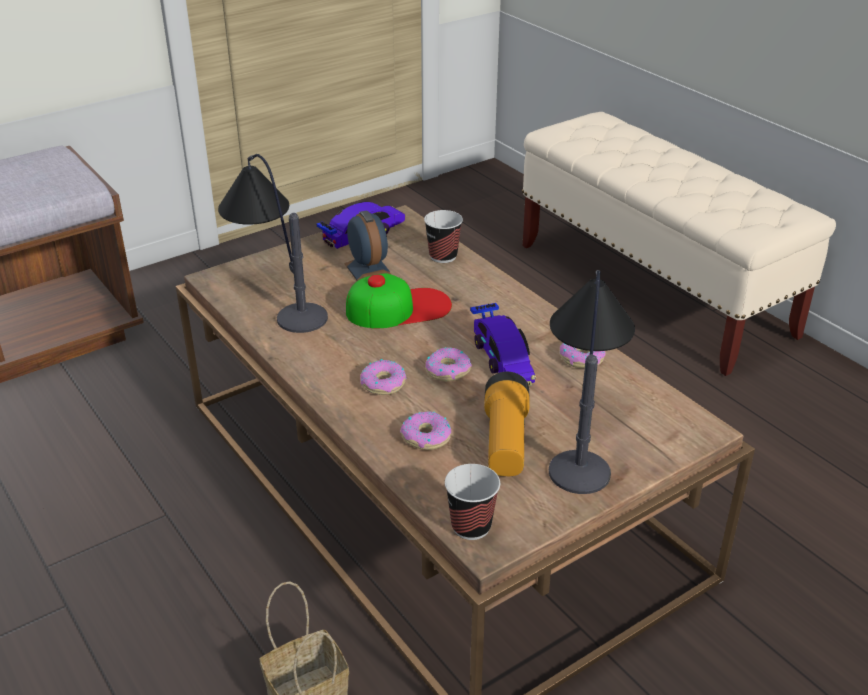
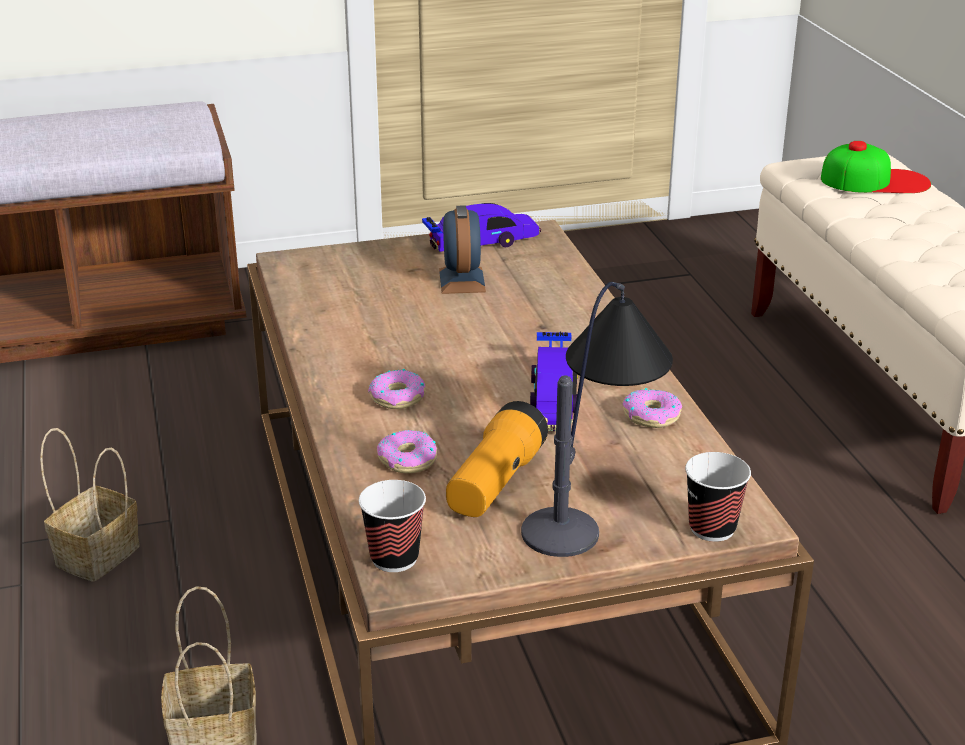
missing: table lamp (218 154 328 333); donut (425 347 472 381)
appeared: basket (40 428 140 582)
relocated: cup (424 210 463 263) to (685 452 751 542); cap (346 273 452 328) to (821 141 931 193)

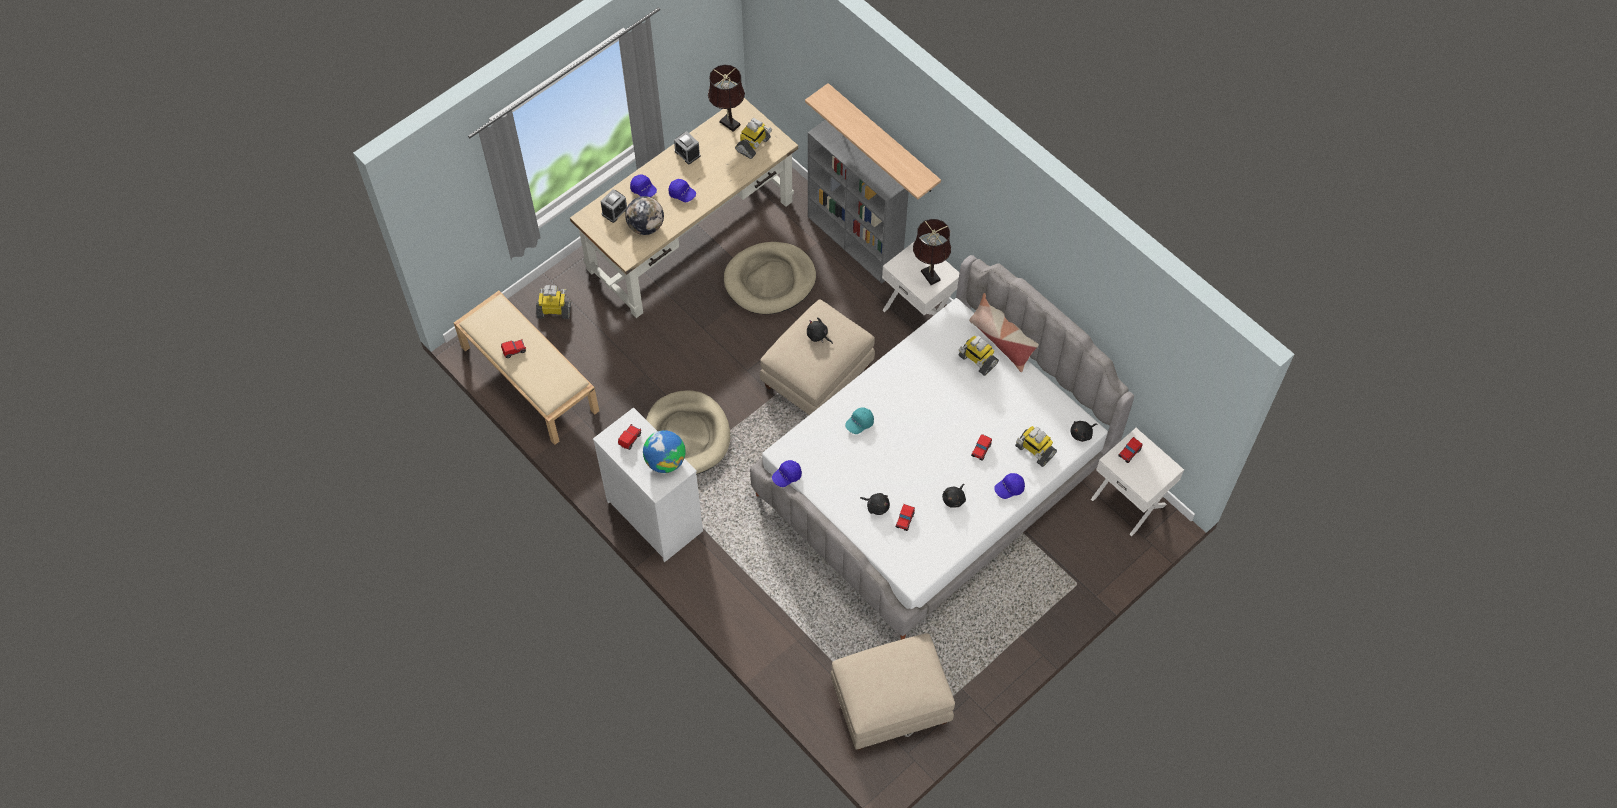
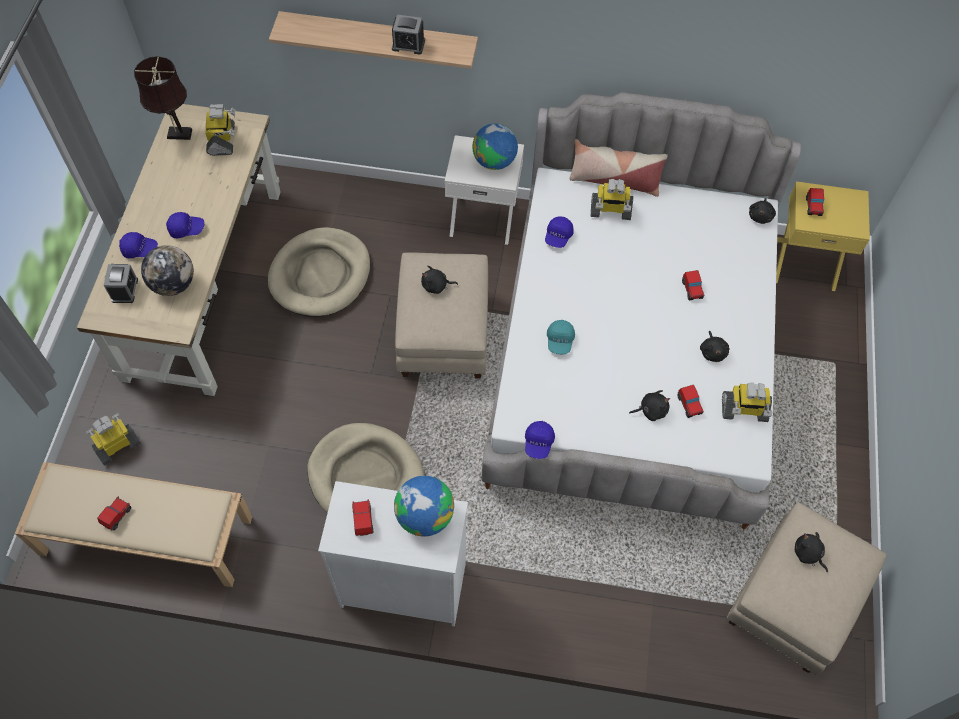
missing: grey bookcase (808 120 909 283)
appeared: black plush toy (795 532 828 572)
relocated: alarm clock (674 131 701 164) to (392 15 425 55); toy robot (1015 426 1057 467) to (722 383 772 422); blue cap (994 473 1025 499) to (545 217 574 248)
exchanged: brown table lamp (913 219 951 285) to globe (472 123 518 170)
colour: white nightstand (1091 428 1184 536) to yellow nightstand (776 181 870 291)

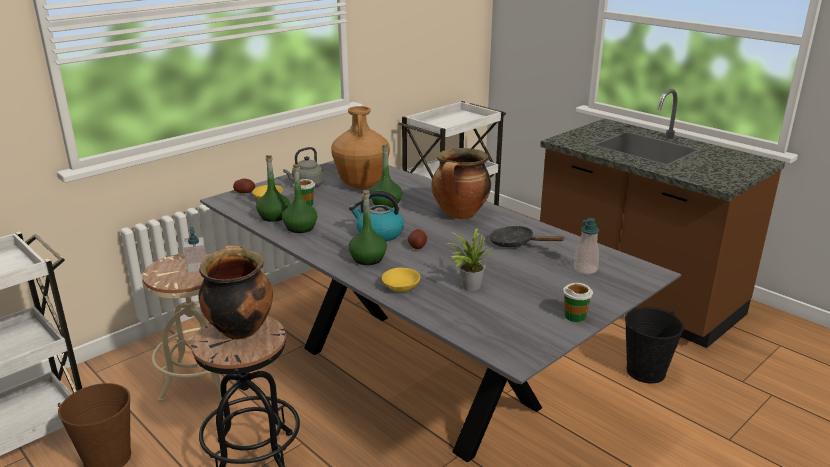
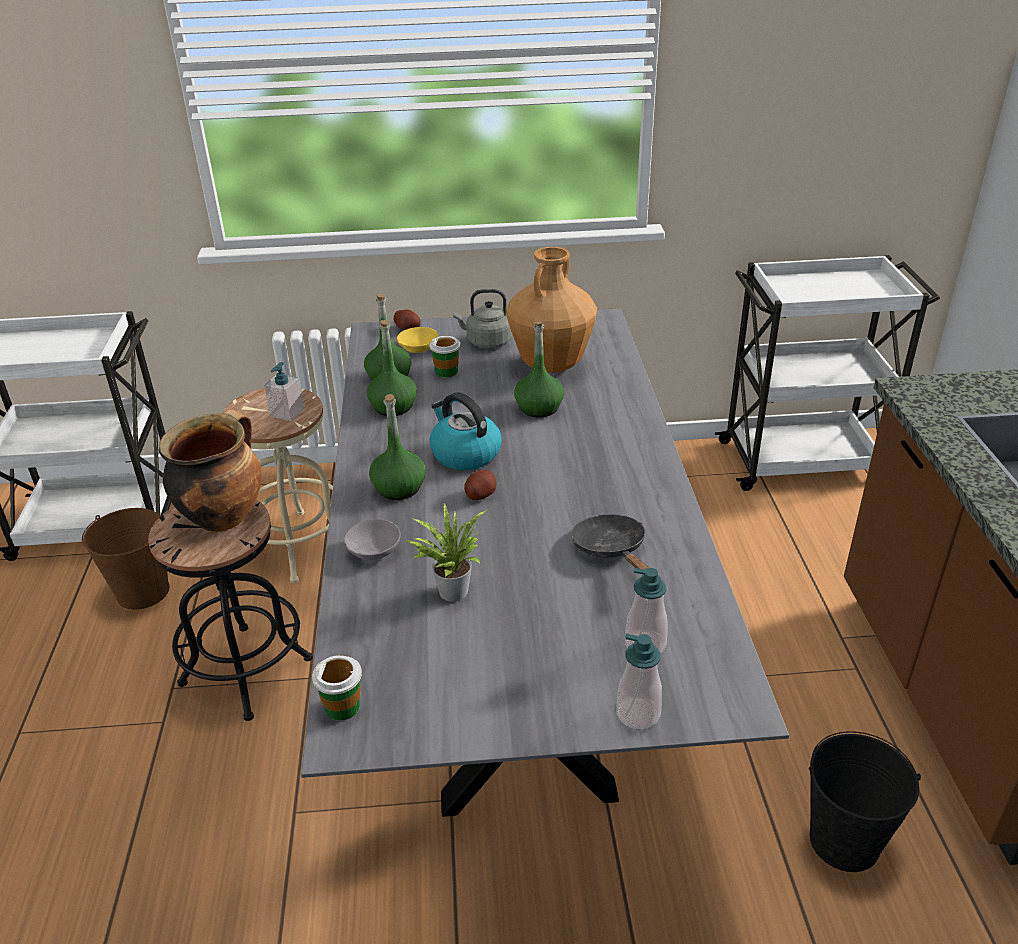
missing: cooking pot (432 148 491 219)
appeared: soap dispenser (616 634 662 729)
relocated: cup (563 283 593 322) to (312 655 362 721)
colour: yellow bowl (382 268 420 292) to grey bowl (344 519 401 560)

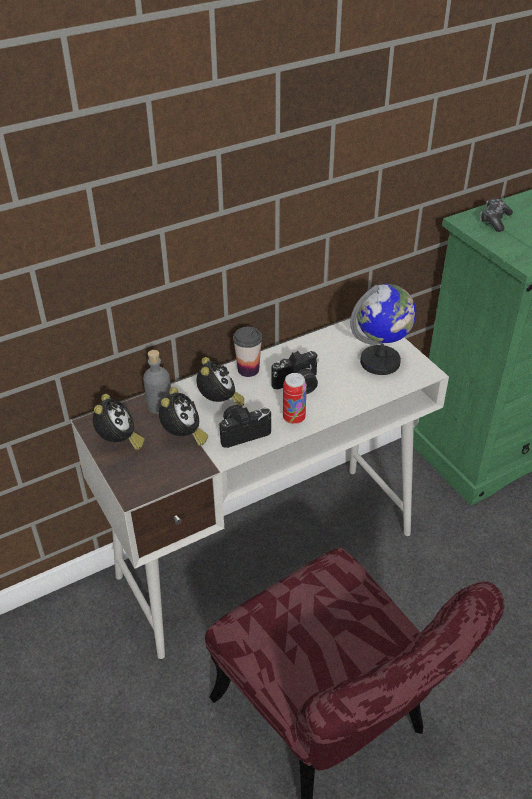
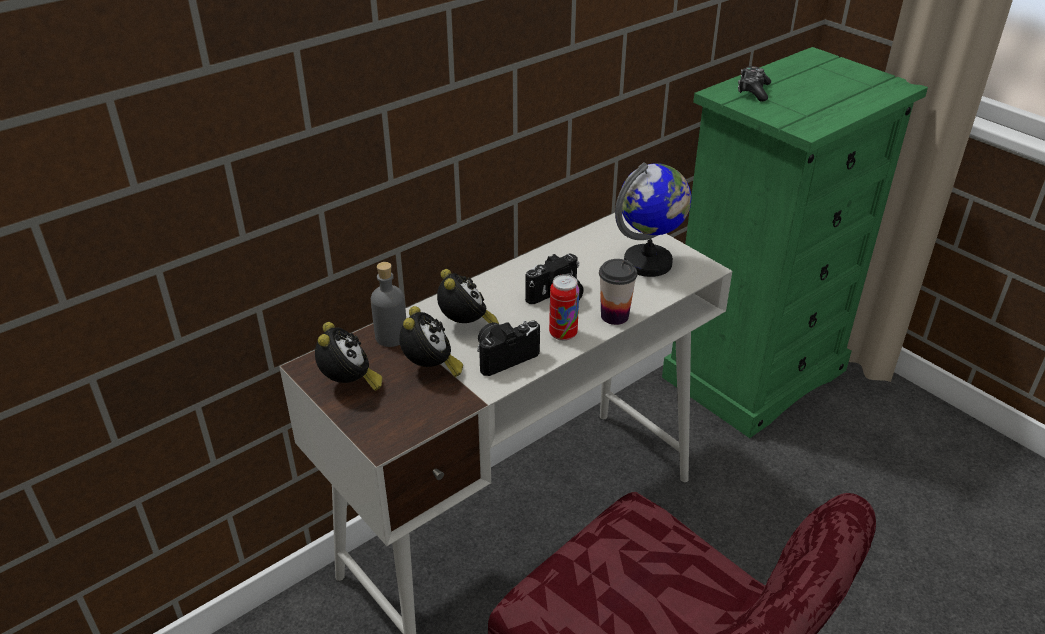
relocated: cup (233 327 262 377) to (599 259 637 325)

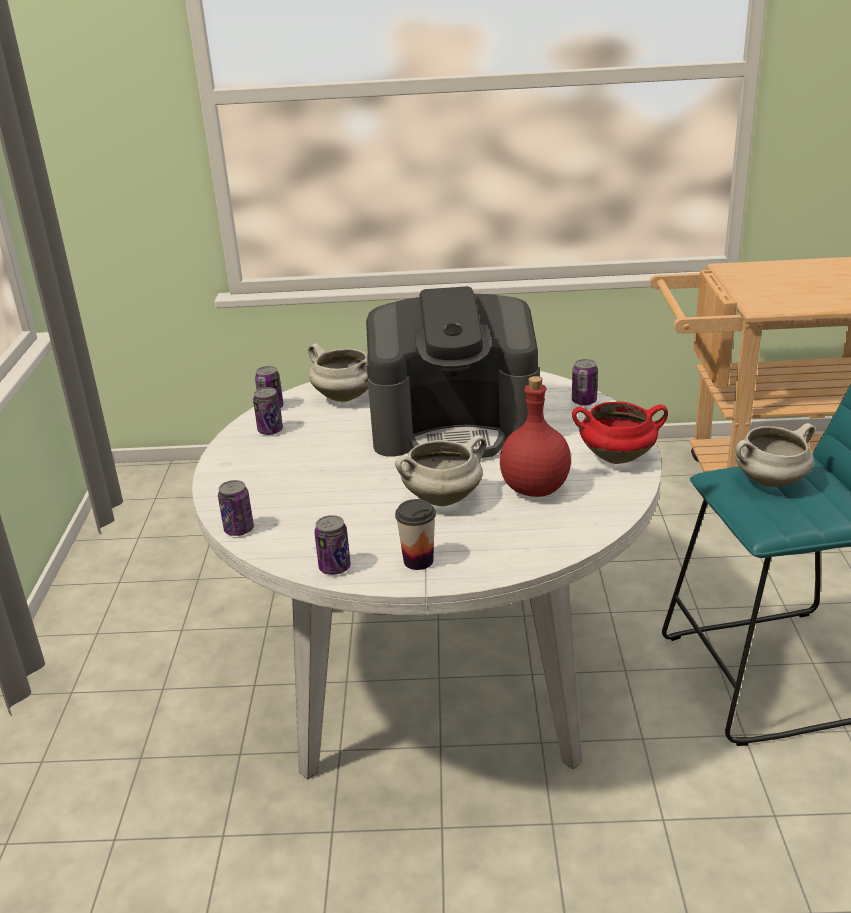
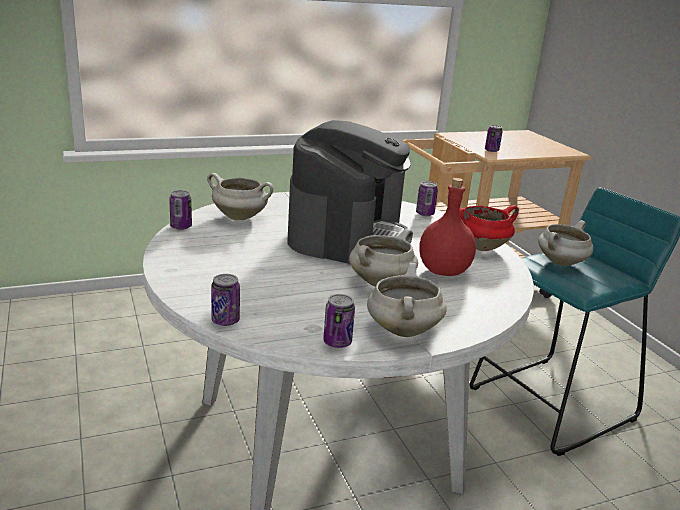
relocated: can (253 387 283 435) to (485 125 503 152)
exchanged: cup (395 499 436 570) to white cooking pot (367 263 447 337)
spun: coffee machine (366 286 540 458) = (287 120 411 265) 45 degrees counterclockwise

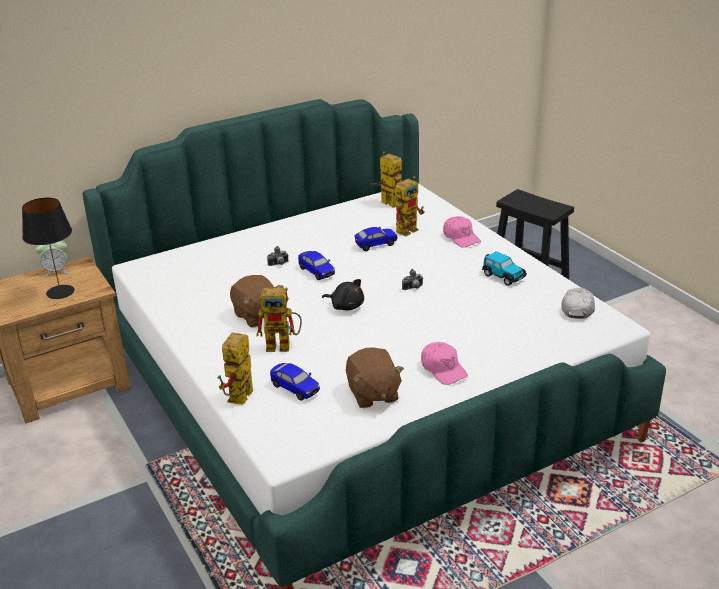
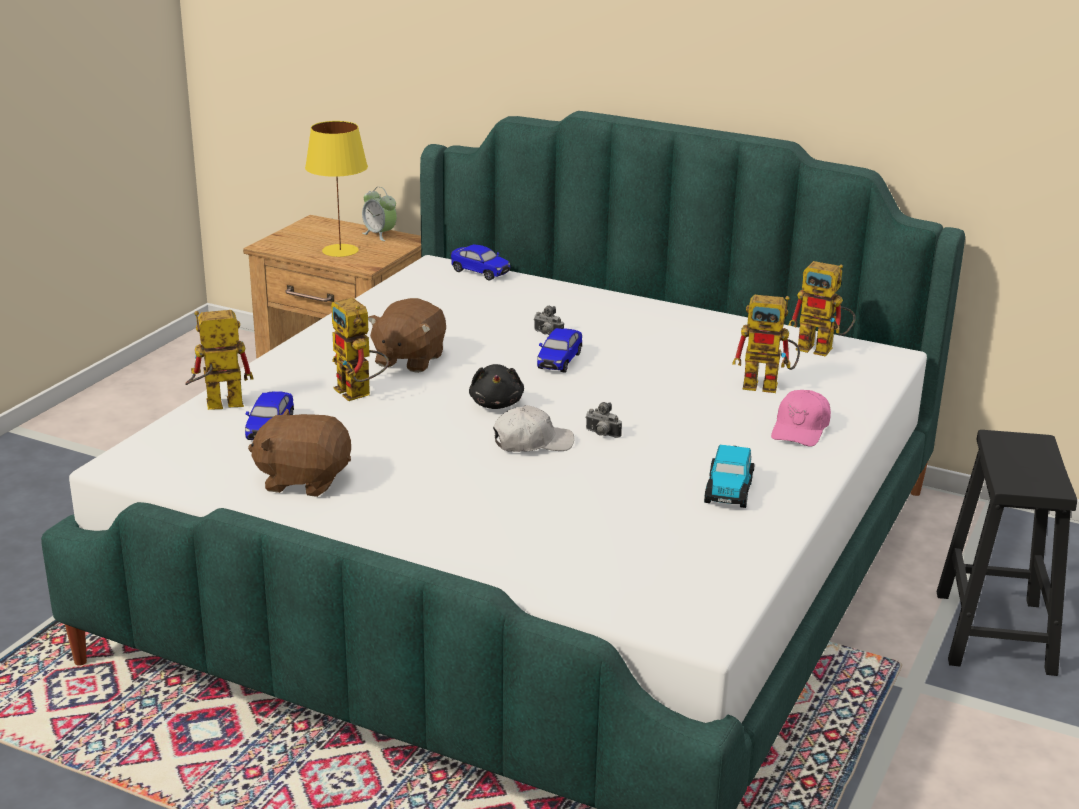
missing: pink cap (421 342 468 385)
relocated: toy car (355 227 398 251) to (451 244 511 281); white cap (561 287 595 319) to (493 405 574 452)
colour: black table lamp (22 198 75 299) to yellow table lamp (305 121 368 257)
spun: toy robot (370 151 402 208) = (788 261 856 357) 105 degrees clockwise; brown plush toy (346 347 404 408) = (248 409 351 497) 60 degrees clockwise

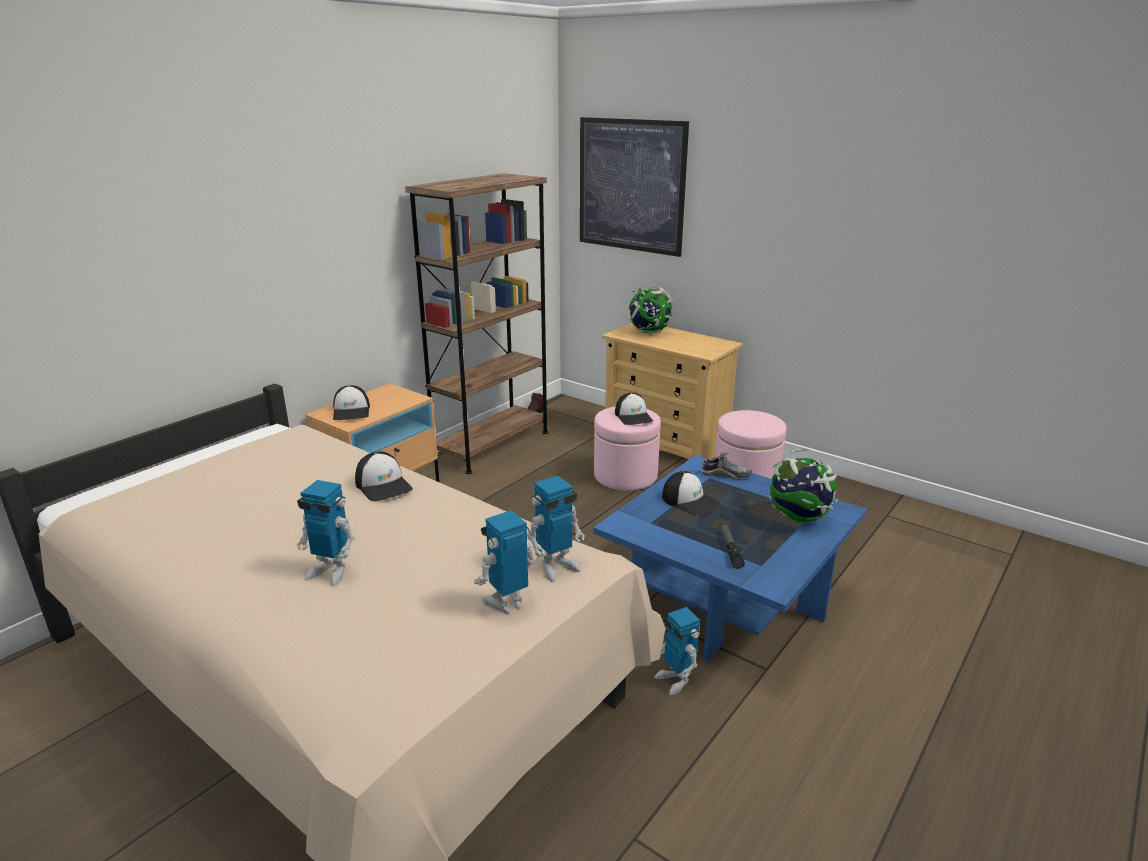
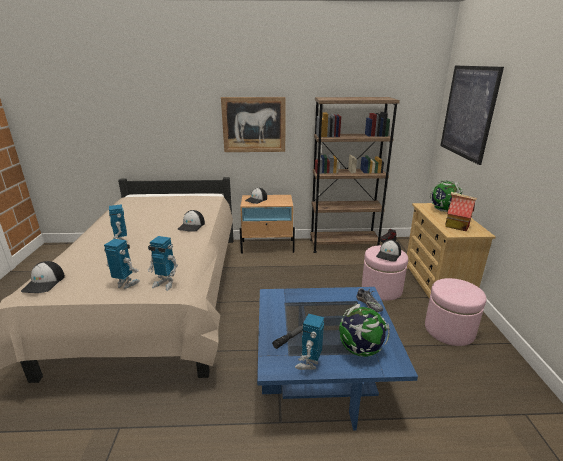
appeared: picture (221 97 286 152); toy house (445 192 477 231)
relocated: cap (662 471 721 515) to (21 261 65 293); toy robot (654 607 700 695) to (295 314 324 370)

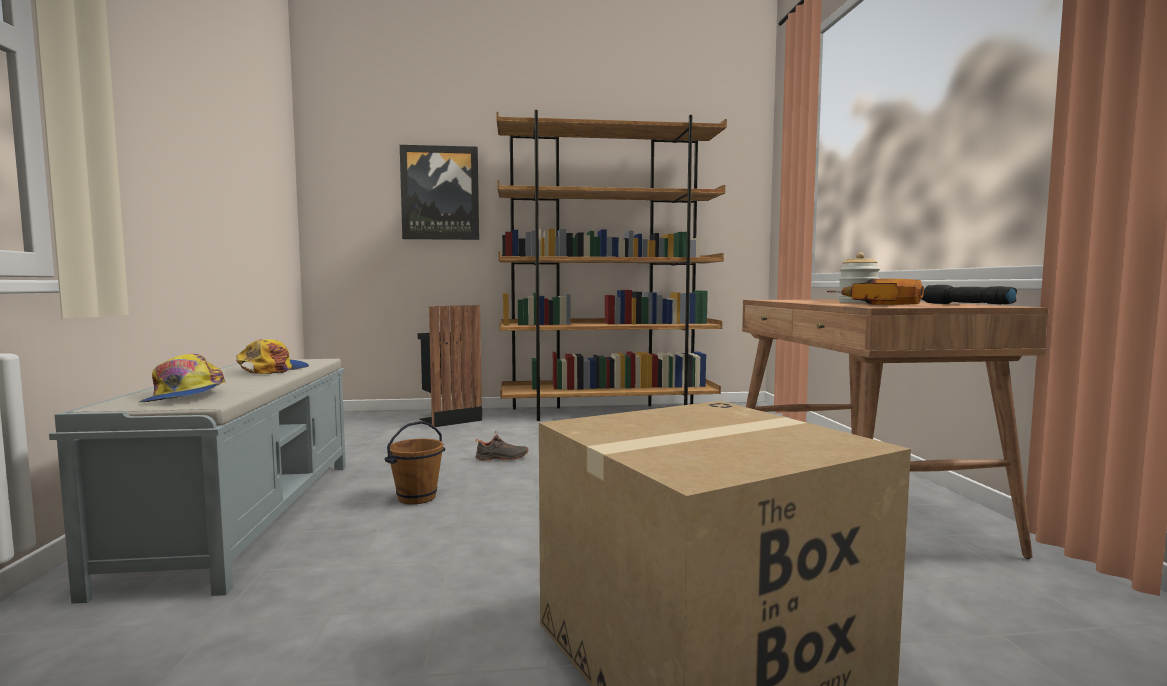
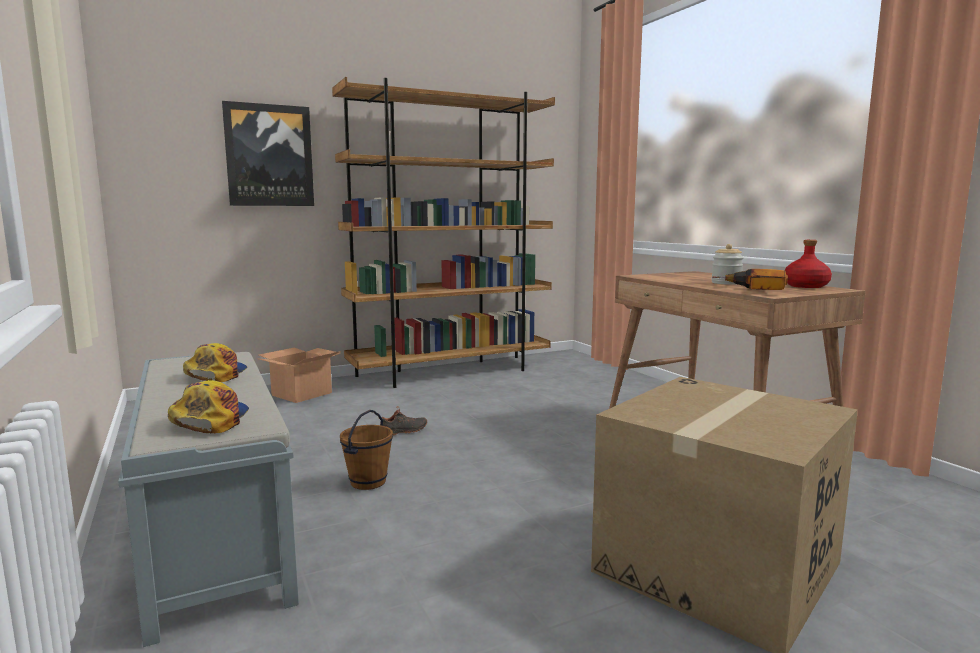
exchanged: black flashlight (921 285 1017 304) to red bottle (785 240 832 288); black trash can (417 305 482 427) to cardboard box (256 348 341 403)
spun: cap (139 354 226 402) = (168 380 249 433) 150 degrees counterclockwise

